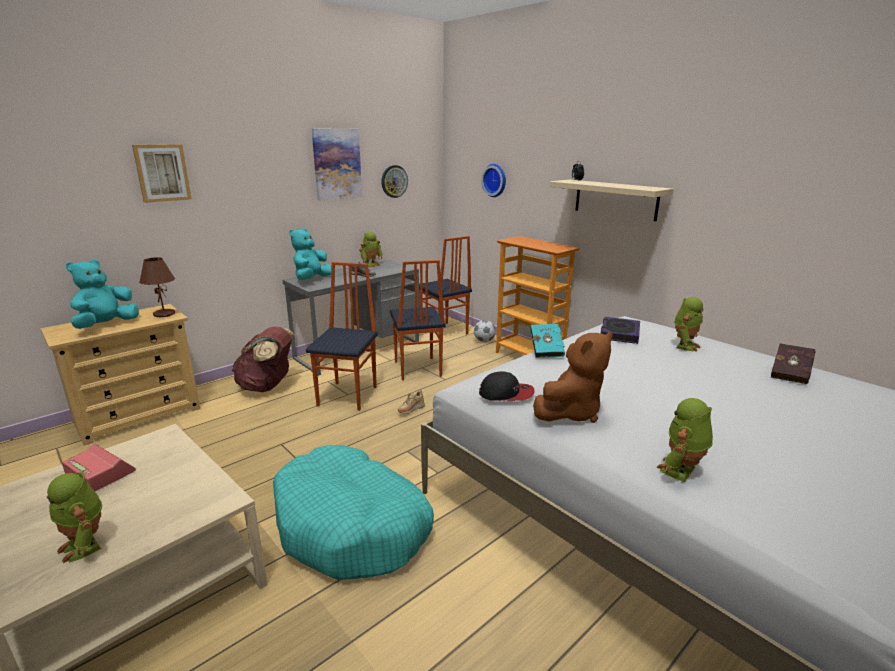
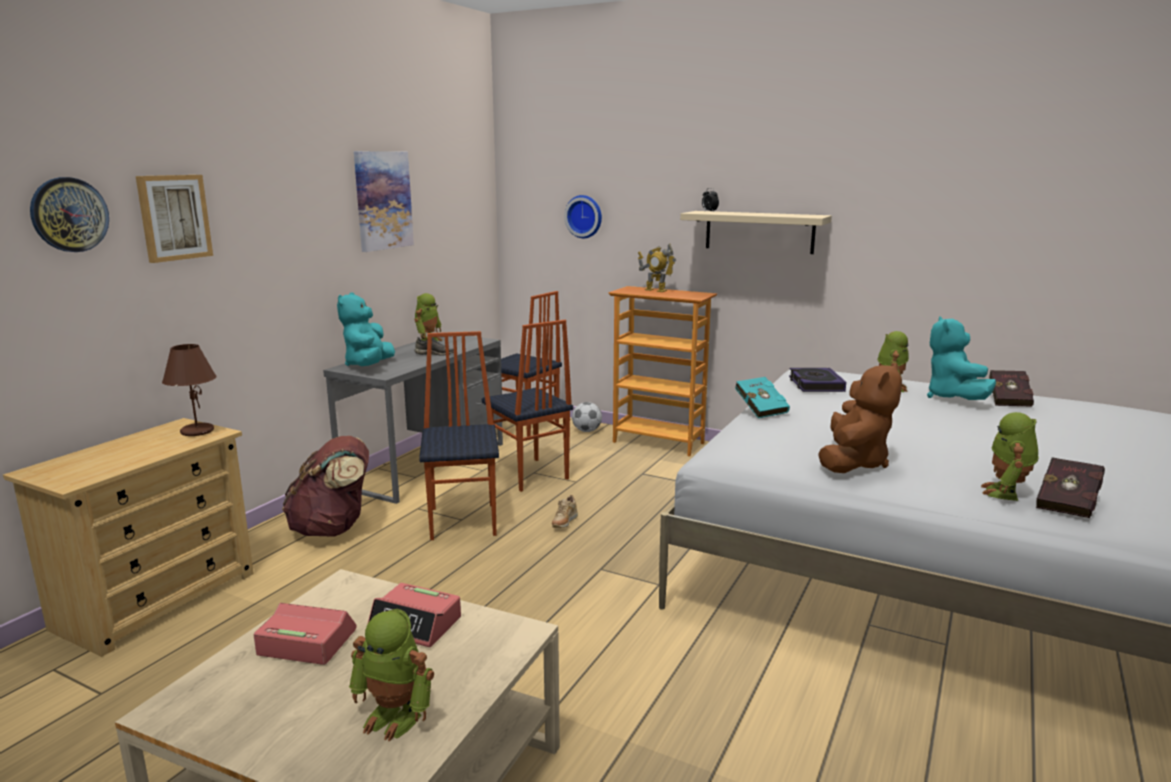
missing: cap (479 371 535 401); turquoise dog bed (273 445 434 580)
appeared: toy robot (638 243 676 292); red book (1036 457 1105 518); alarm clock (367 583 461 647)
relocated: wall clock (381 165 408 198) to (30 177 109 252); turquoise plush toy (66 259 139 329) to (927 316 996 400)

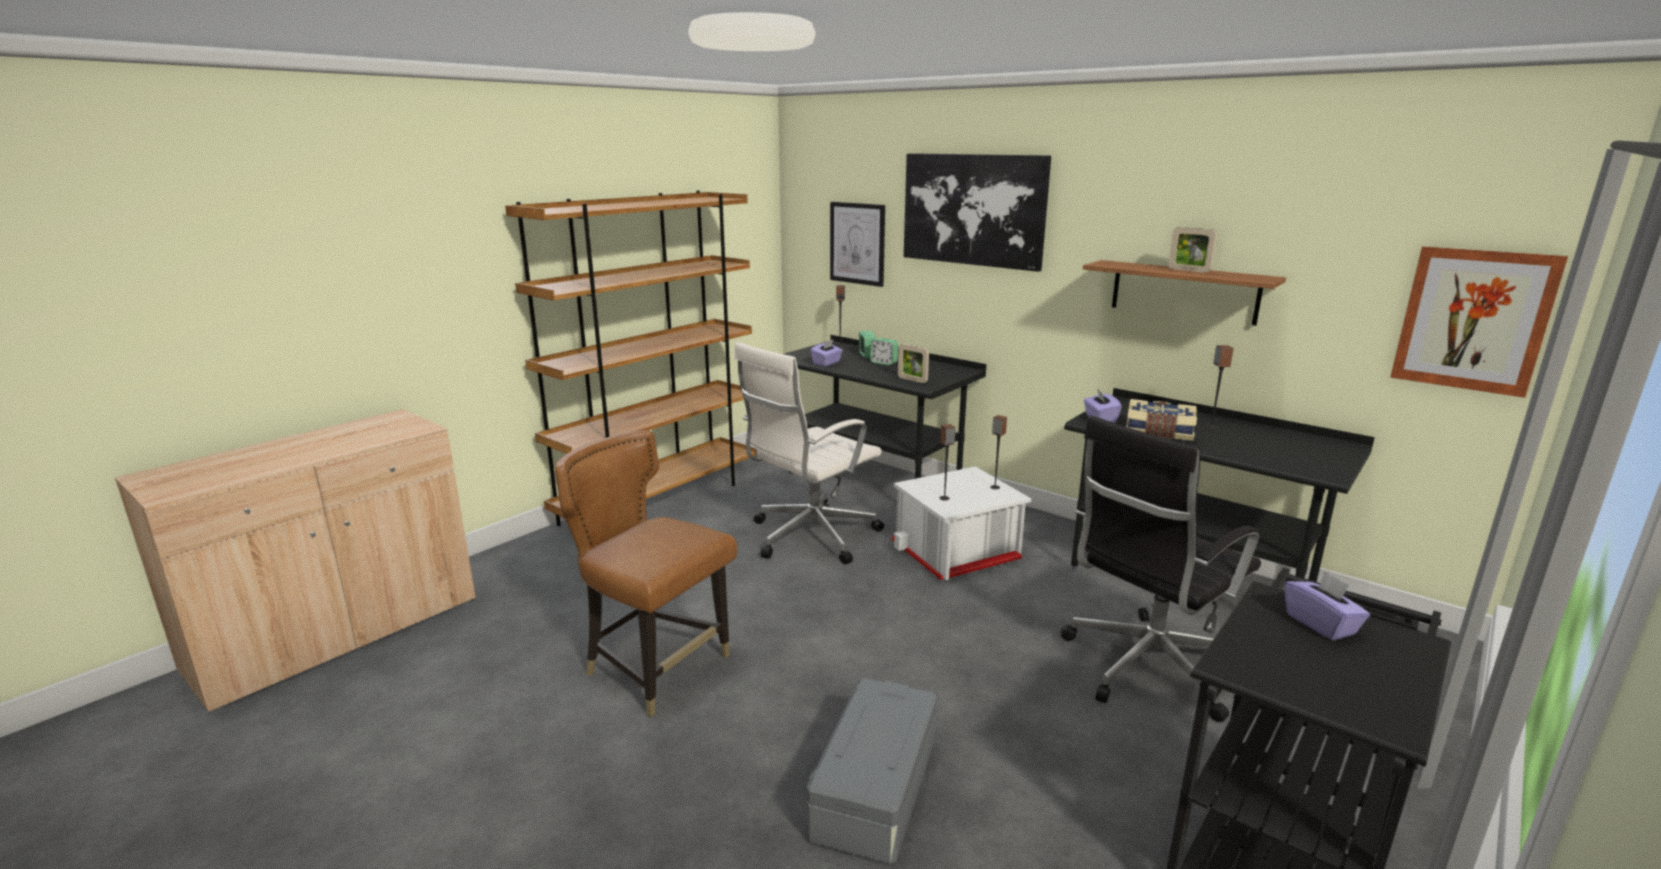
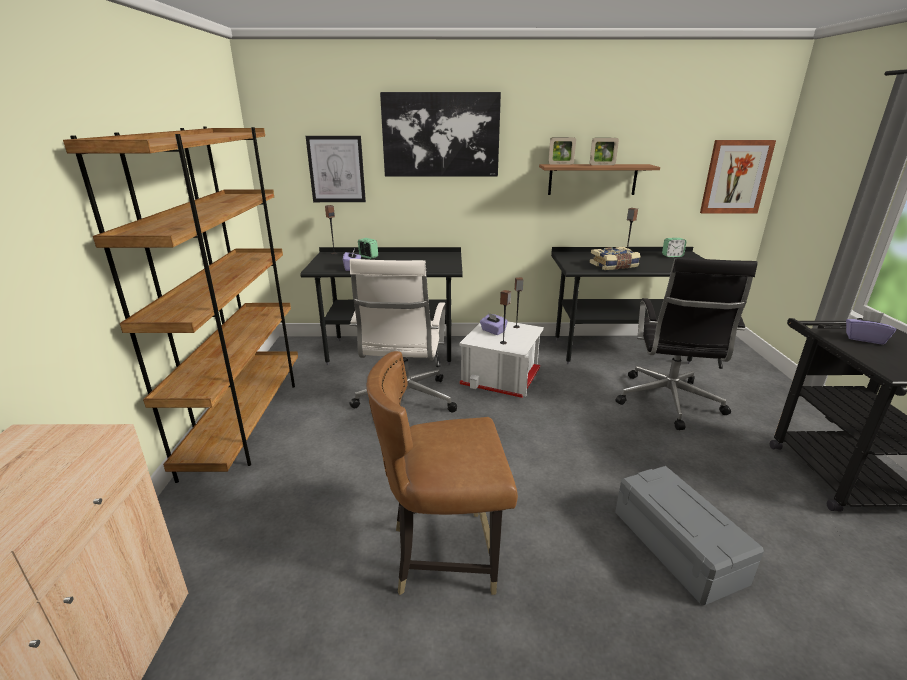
relocated: alarm clock (870 338 898 365) to (662 238 687 257); picture frame (898 344 929 383) to (548 137 576 165); purple tissue box (1084 389 1122 423) to (480 313 508 335)

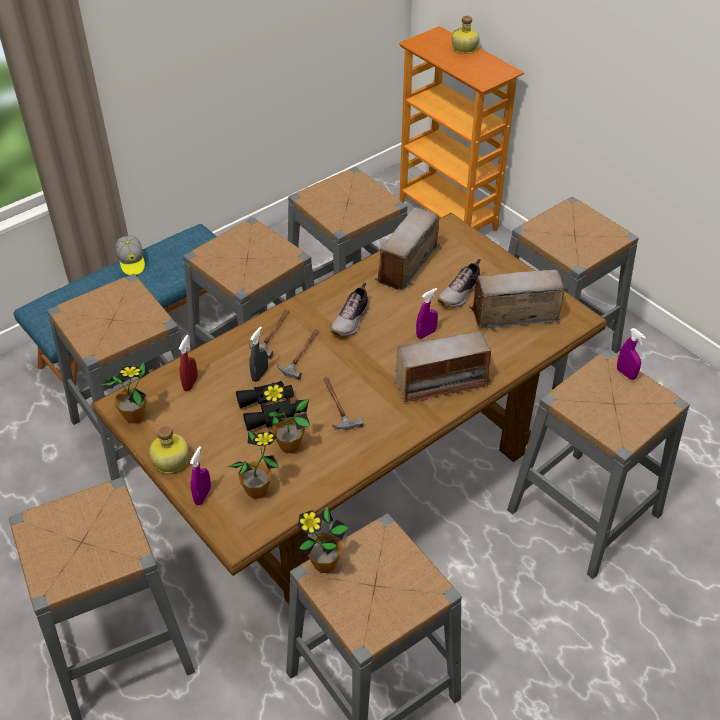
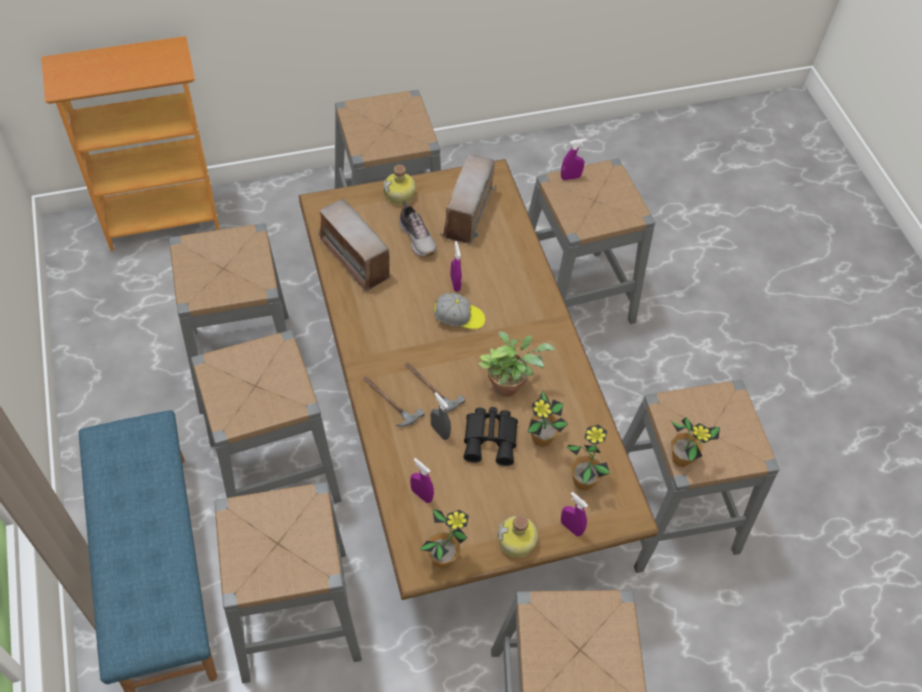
missing: shoe (330 282 369 337); radio (395 331 493 403)
relocated: bottle (452 15 479 54) to (384 165 416 205); cap (116 235 145 275) to (434 293 485 329)
exchanged: hammer (323 377 363 430) to potted plant (478 331 555 397)
colour: red spray bottle (179 335 198 391) to purple spray bottle (410 458 434 503)

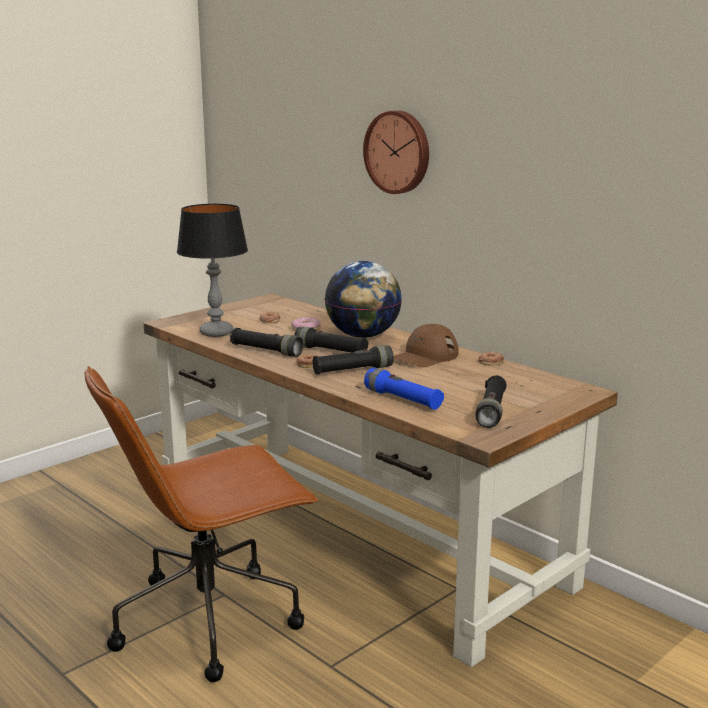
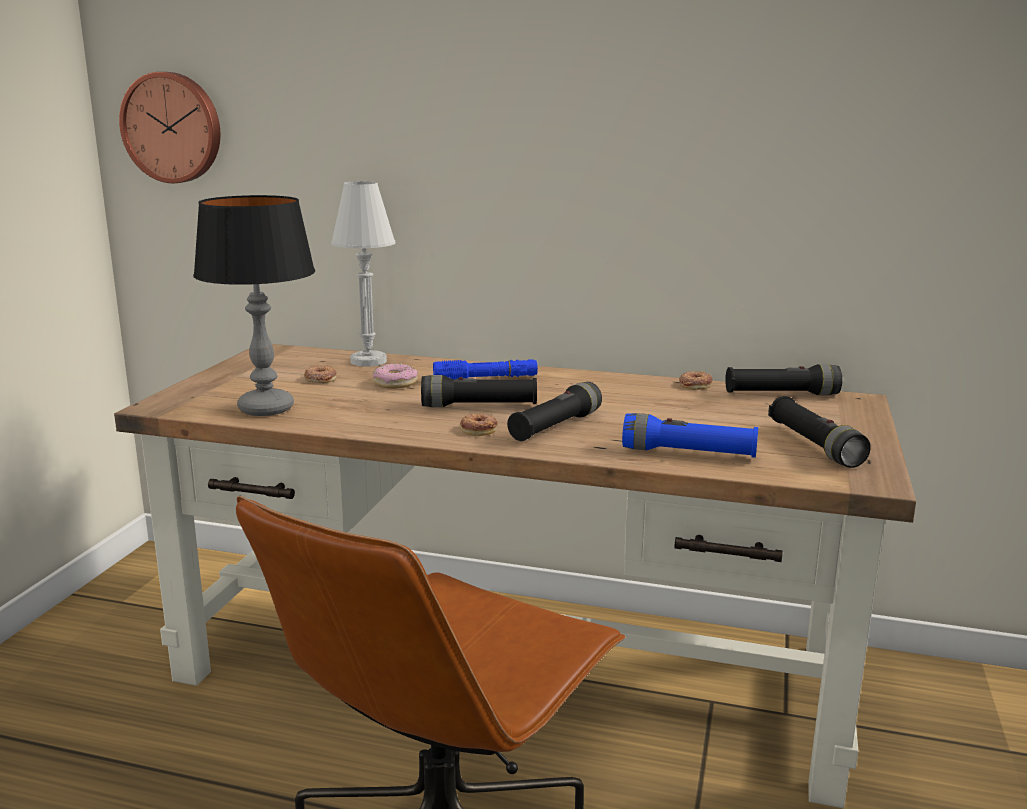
missing: brown cap (394 324 458 367)
appeared: white table lamp (331 181 396 367)
relocated: wall clock (363 110 429 194) to (119 72 220 183); black flashlight (230 328 303 357) to (725 364 842 395)
exchanged: globe (325 261 402 338) to blue flashlight (433 359 538 380)

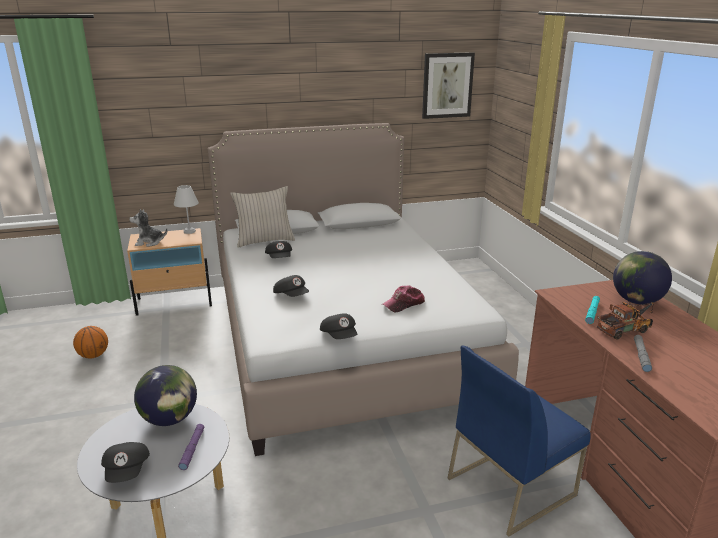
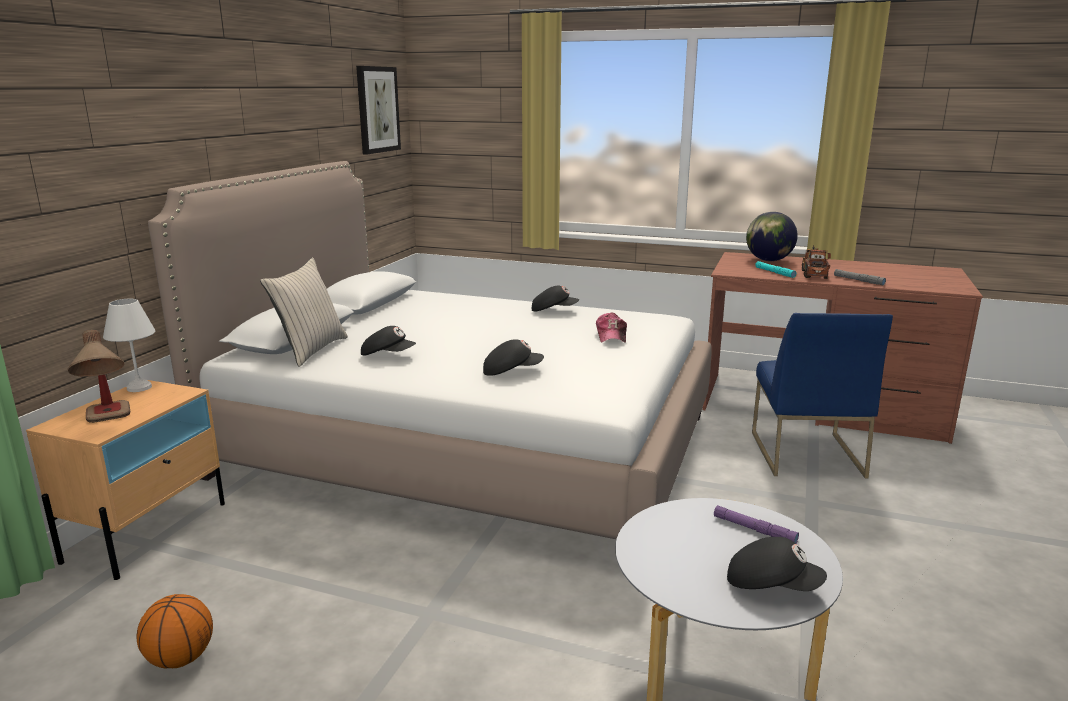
missing: globe (134 365 197 426)
relocated: black cap (320 313 357 339) to (532 286 579 311)
exchanged: plush toy (129 209 167 247) to table lamp (68 330 130 423)

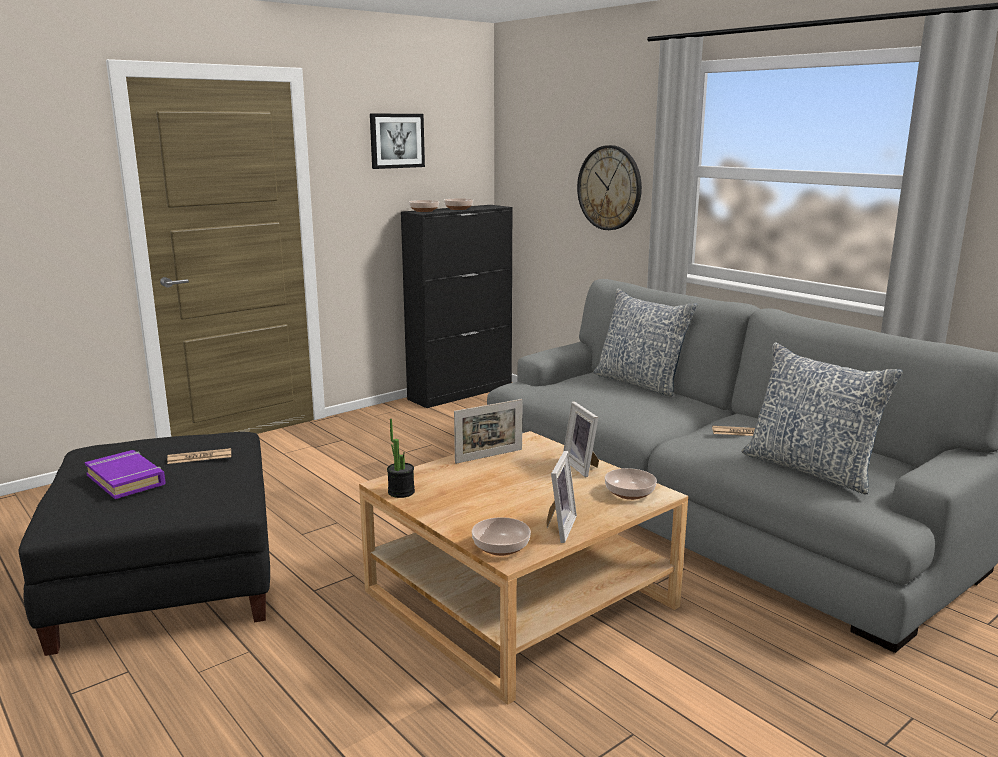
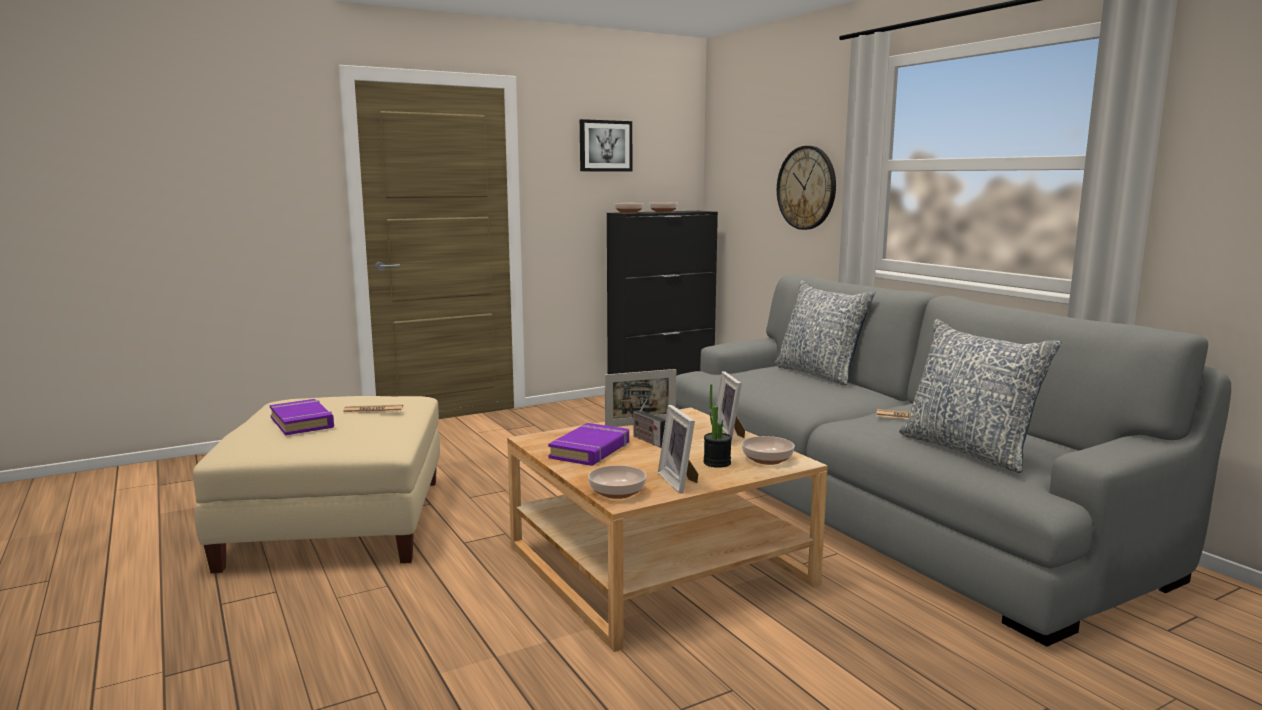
appeared: radio (632 400 666 448); purple book (548 423 629 466)
relocated: potted plant (387 419 415 498) to (703 384 732 468)
colour: black ottoman (19 432 270 656) to beige ottoman (193 396 440 573)
spun: picture frame (547 451 577 543) = (658 405 698 493) 135 degrees clockwise

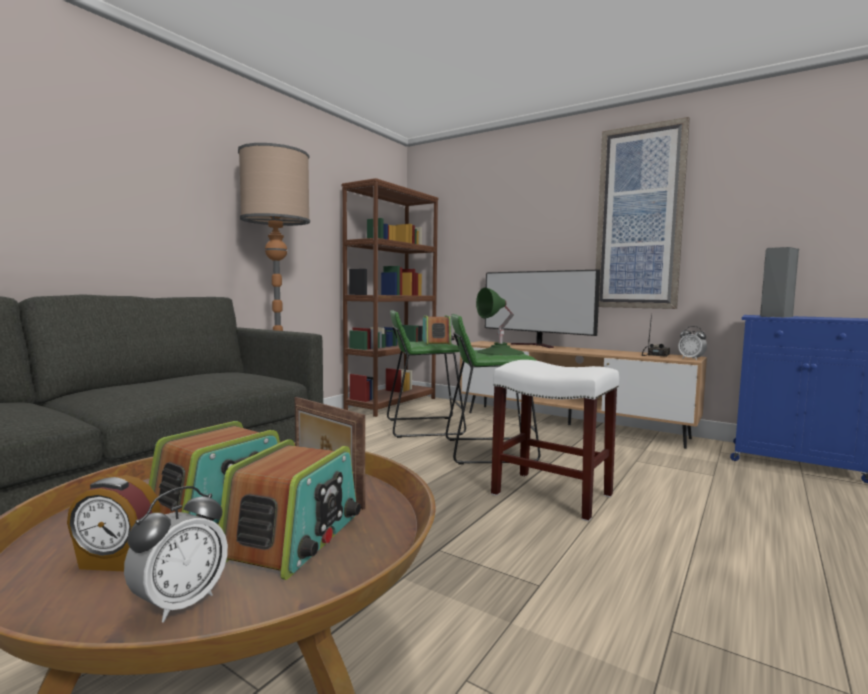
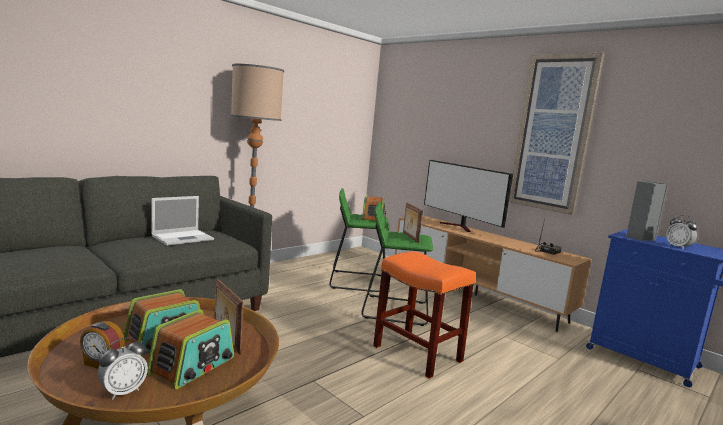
missing: brown bookcase (342 178 438 417)
appeared: laptop (151 196 214 246)
relocated: alarm clock (678 326 707 360) to (666 215 697 249)
exchanged: green table lamp (476 288 524 355) to picture frame (403 202 423 243)
colour: white stool (491 360 619 521) to orange stool (373 252 476 379)

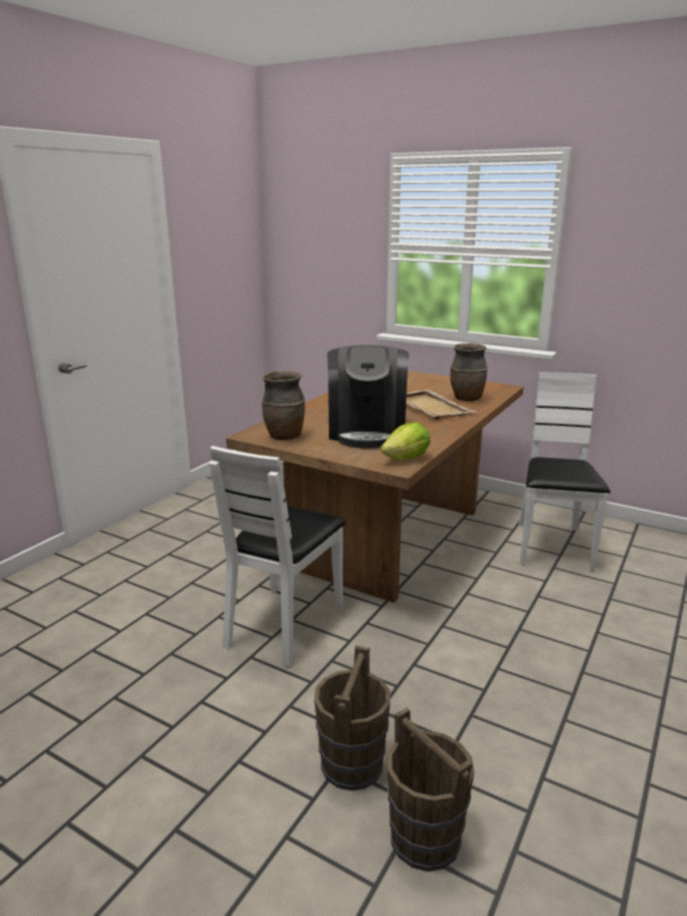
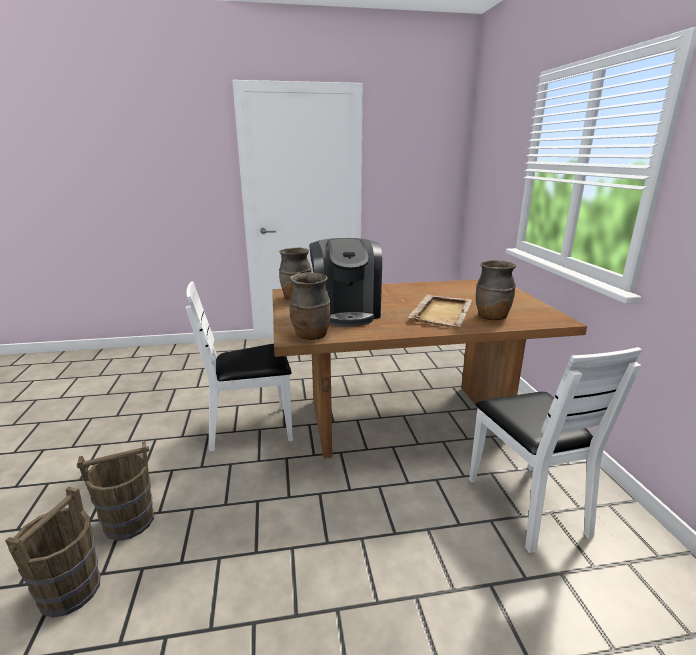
exchanged: lettuce (380 422 431 460) to brown vase (289 272 331 340)
spun: coffee machine (327 345 409 448) = (309 238 382 327) 60 degrees counterclockwise; white chair (519 372 610 571) = (469 347 642 553) 105 degrees clockwise

